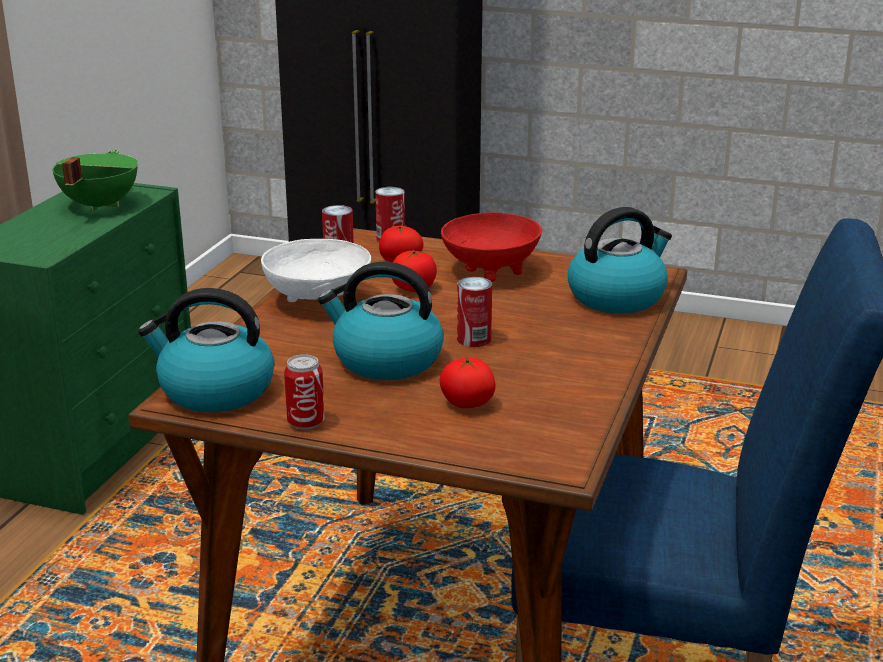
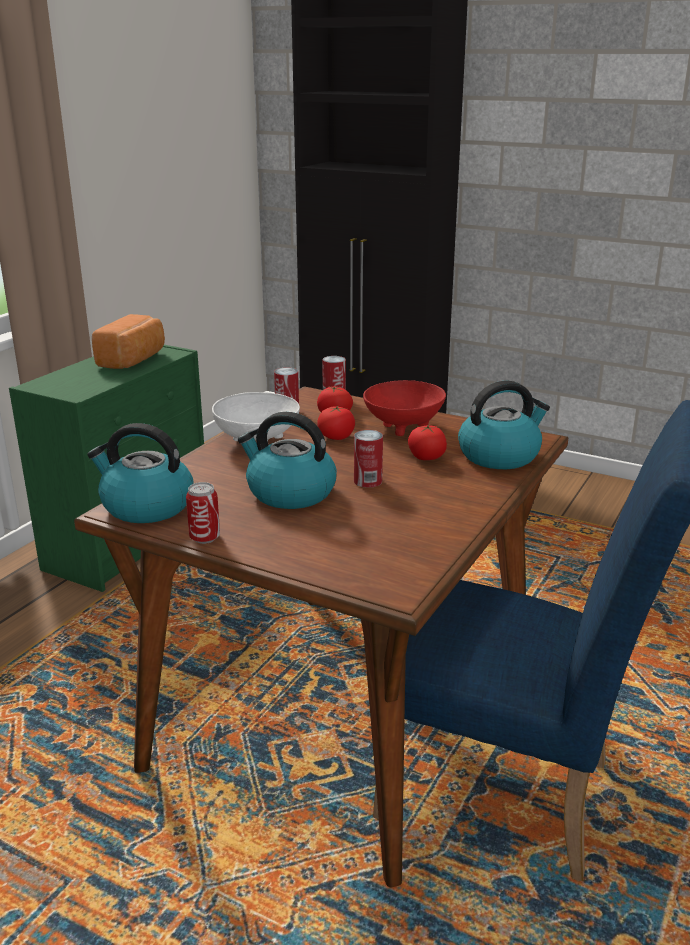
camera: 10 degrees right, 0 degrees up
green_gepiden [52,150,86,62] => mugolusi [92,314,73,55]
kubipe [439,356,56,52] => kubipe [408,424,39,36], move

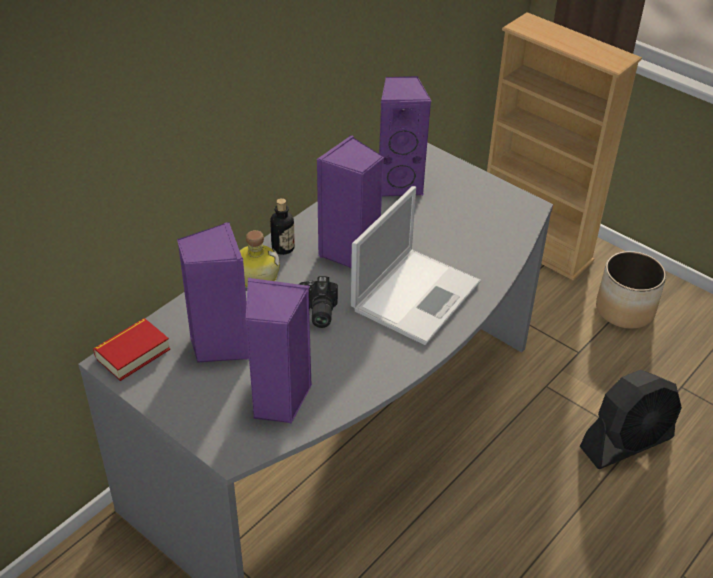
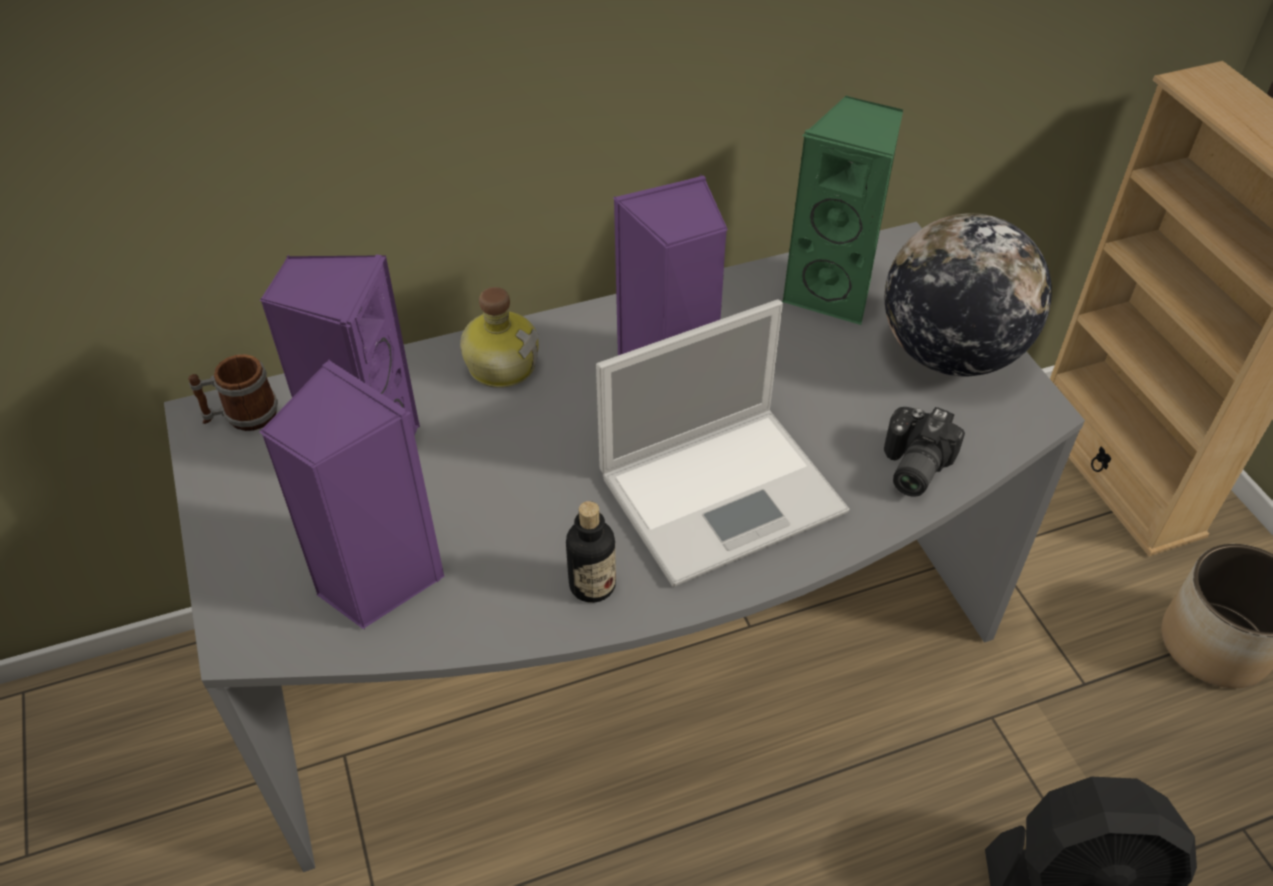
camera: 30 degrees right, 5 degrees up
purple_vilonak [379,76,52,121] => green_vilonak [782,96,121,229]
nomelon [270,198,25,57] => nomelon [566,501,50,102], move
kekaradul [299,276,39,52] => kekaradul [884,407,81,90], move
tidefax [93,318,77,63] => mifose [188,354,90,77]
nothing => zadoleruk [885,213,167,163]

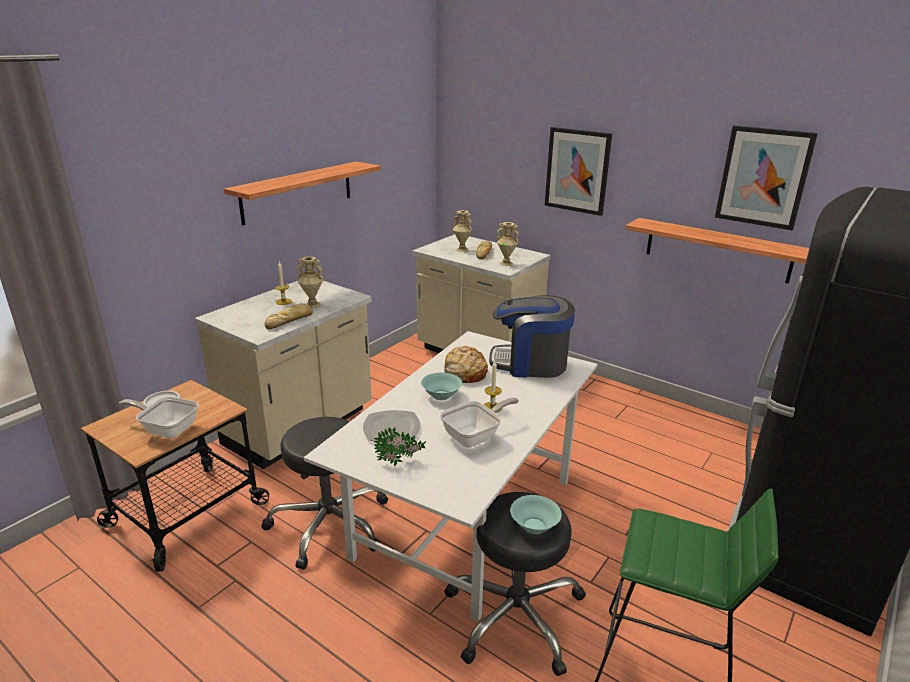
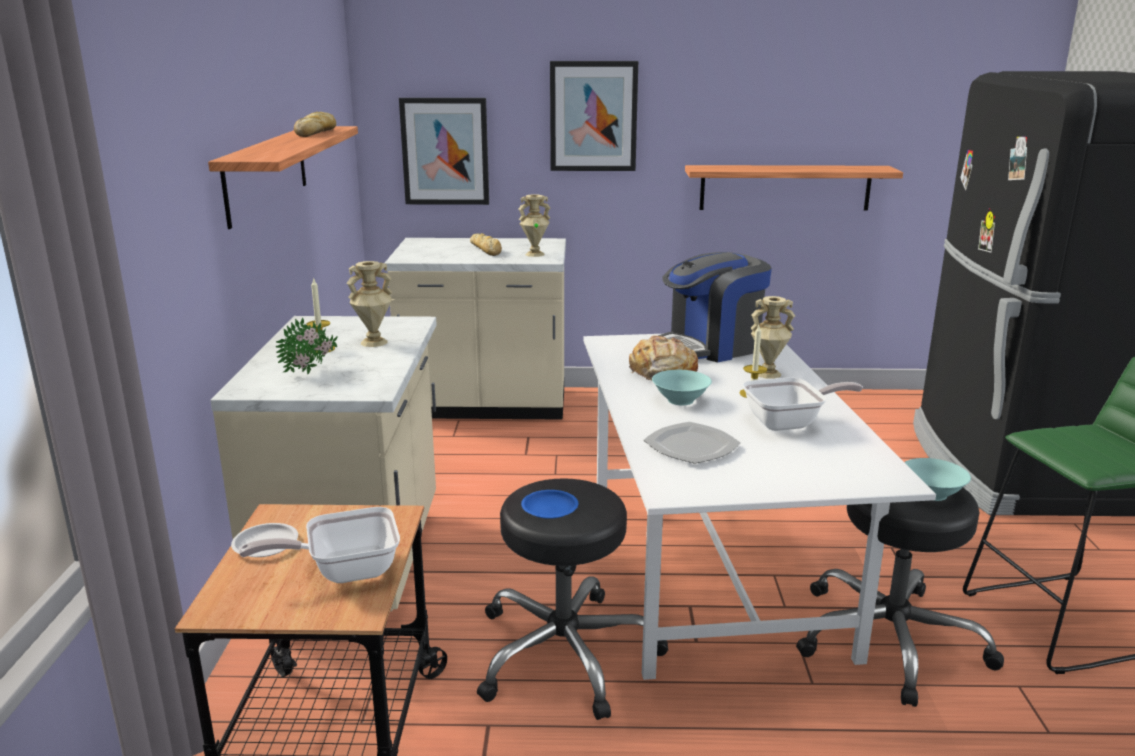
camera: 35 degrees left, 5 degrees down
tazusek [715,125,103,105] => tazusek [399,98,90,107], move
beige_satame [453,210,20,42] => beige_satame [751,296,44,83], move
mugolusi [264,303,49,26] => mugolusi [294,112,42,25], move
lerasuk [440,398,79,50] => lerasuk [743,377,120,54], 60 degrees clockwise
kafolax [374,427,52,39] => kafolax [276,318,62,56], move
nothing => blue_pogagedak [521,490,57,29]

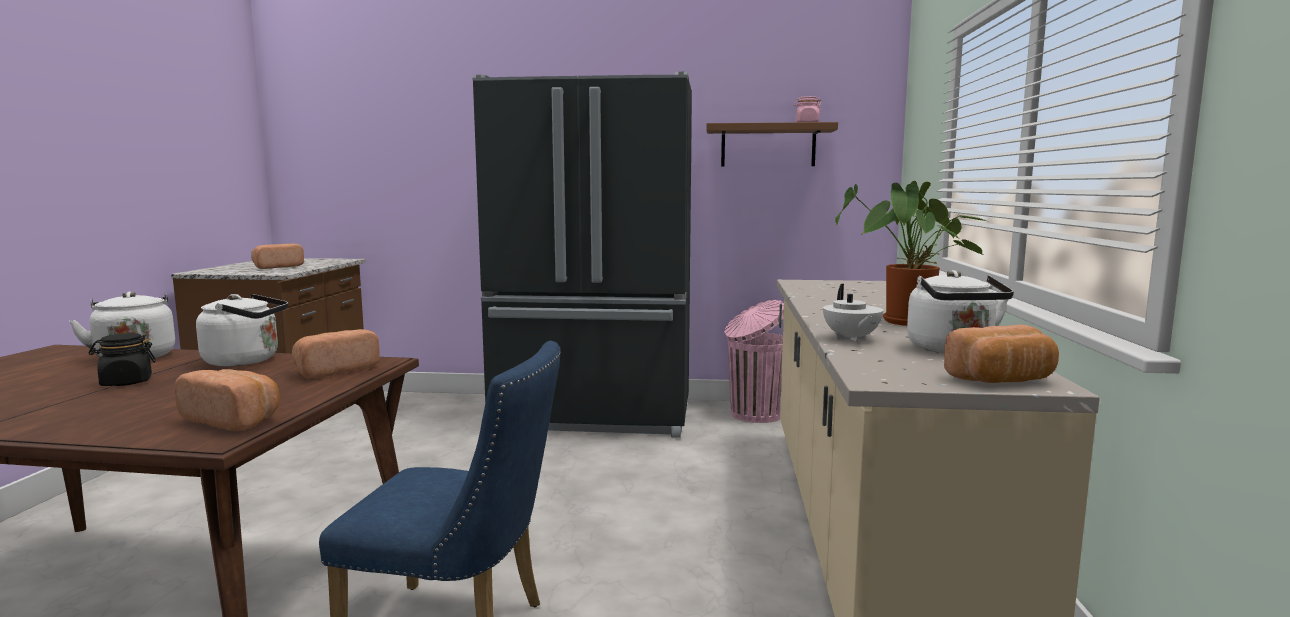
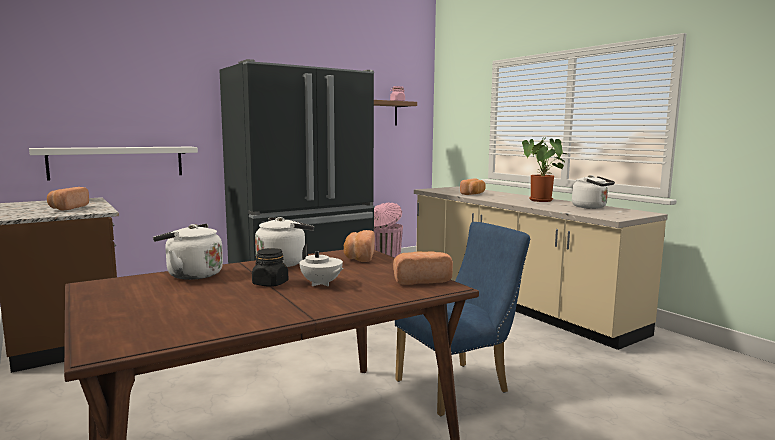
camera: 40 degrees left, 0 degrees up
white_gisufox [823,284,60,58] => white_gisufox [299,243,45,43], move
mugolusi [944,325,115,58] => mugolusi [460,179,26,16], move
nothing => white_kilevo [29,147,169,34]

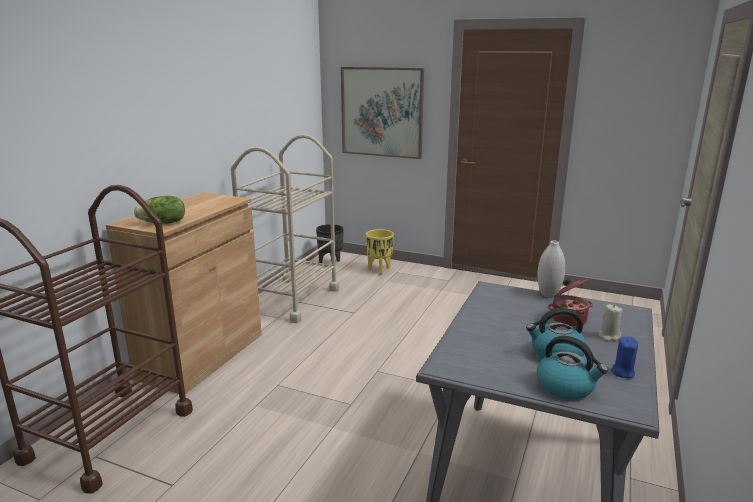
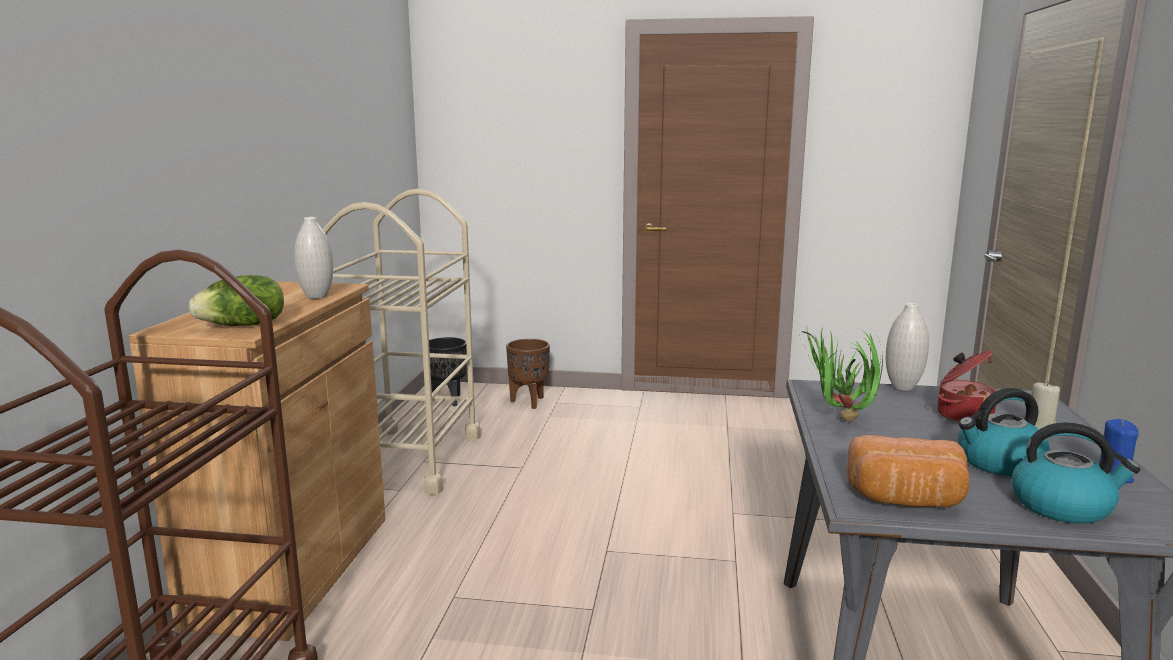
camera: 15 degrees left, 5 degrees down
tazusek [341,67,83,92] => nothing
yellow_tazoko [366,229,28,46] => brown_tazoko [506,339,44,70]
nothing => white_satame [294,217,39,82]
nothing => kafolax [799,327,84,95]
nothing => mugolusi [847,435,123,73]

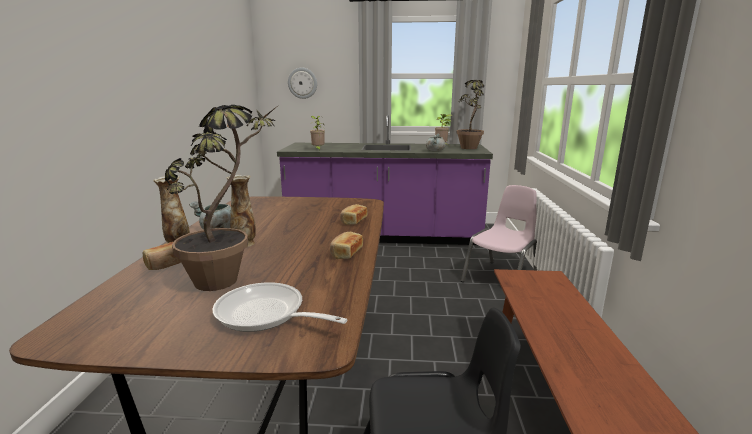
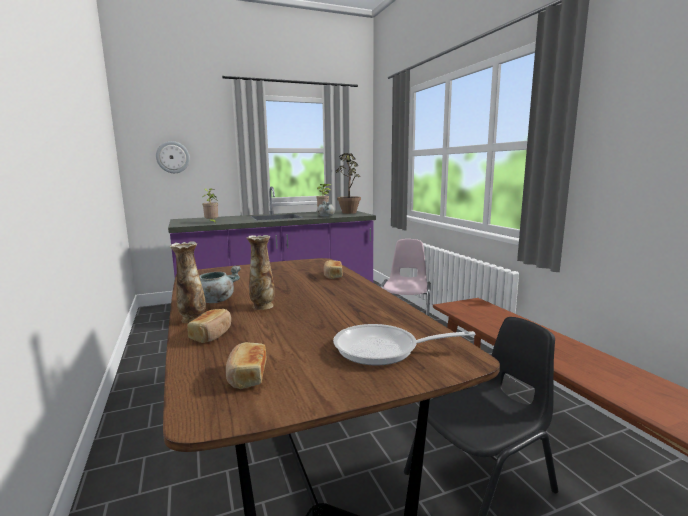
camera: 25 degrees left, 5 degrees down
kafolax [165,104,115,187] => nothing
mugolusi [330,232,33,27] => mugolusi [226,342,40,47], move

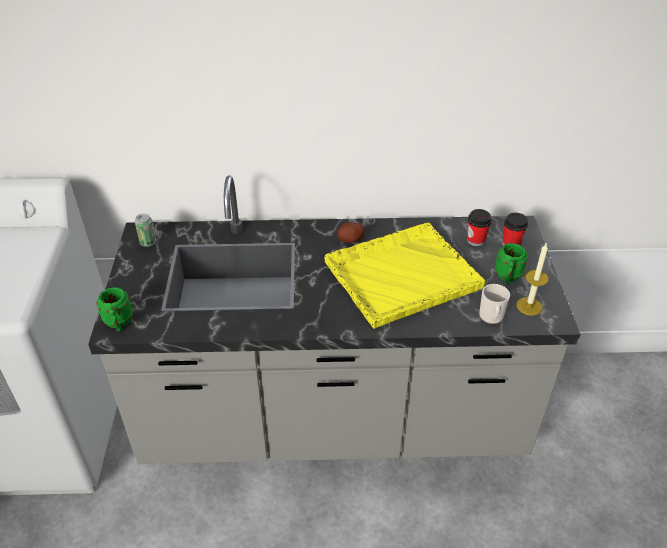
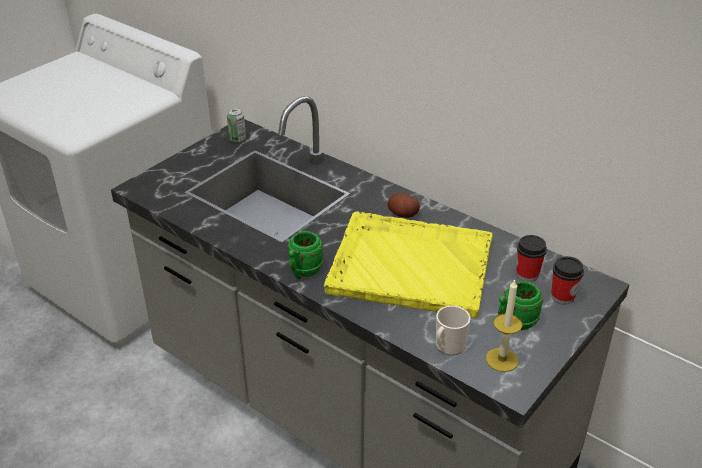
camera: 40 degrees right, 5 degrees down
green_mifose [96,287,38,44] => green_mifose [287,231,36,48], move

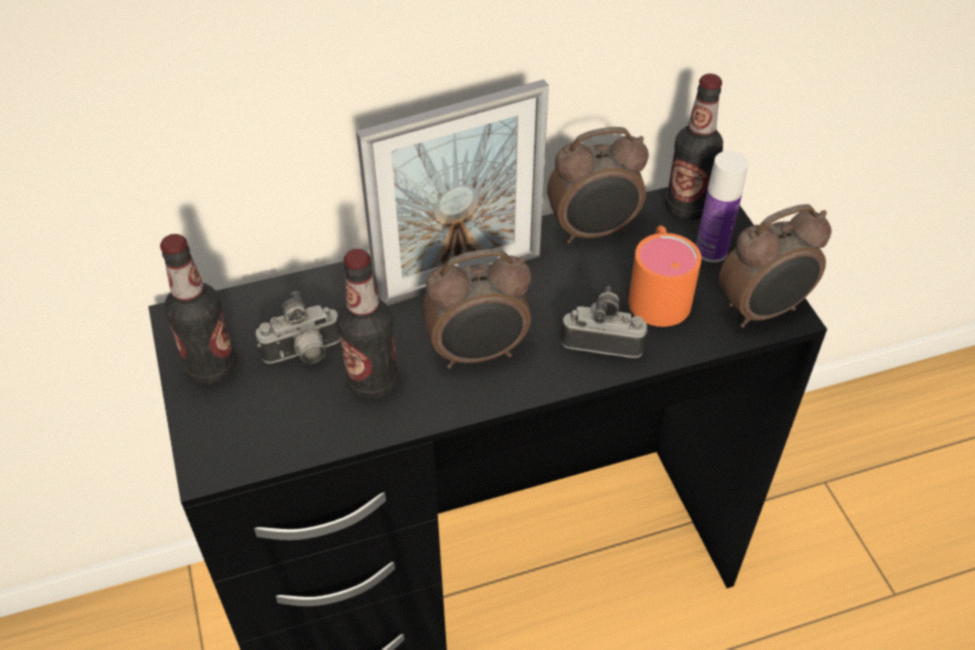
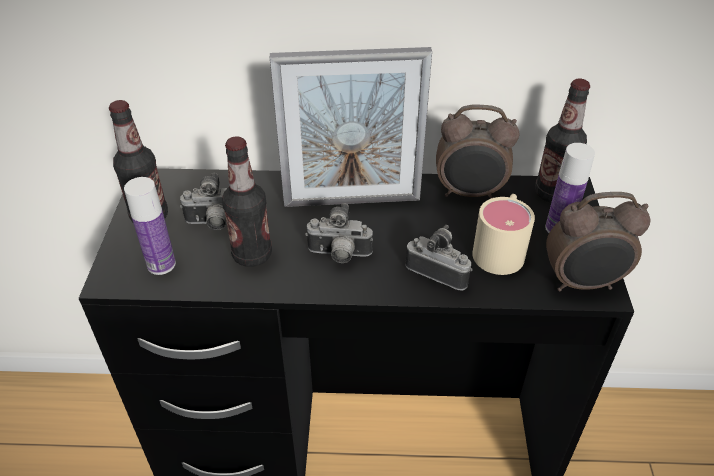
camera: 20 degrees right, 5 degrees down
orange_mifose [628,226,74,101] => beige_mifose [472,194,63,81]
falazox [423,249,108,119] => kekaradul [305,203,68,60]
nothing => nomelon [124,177,52,98]

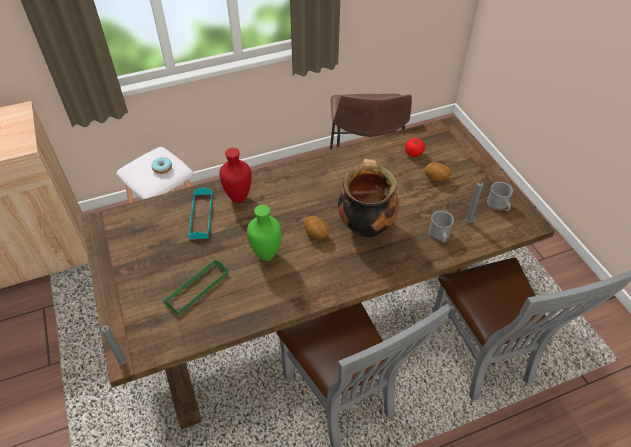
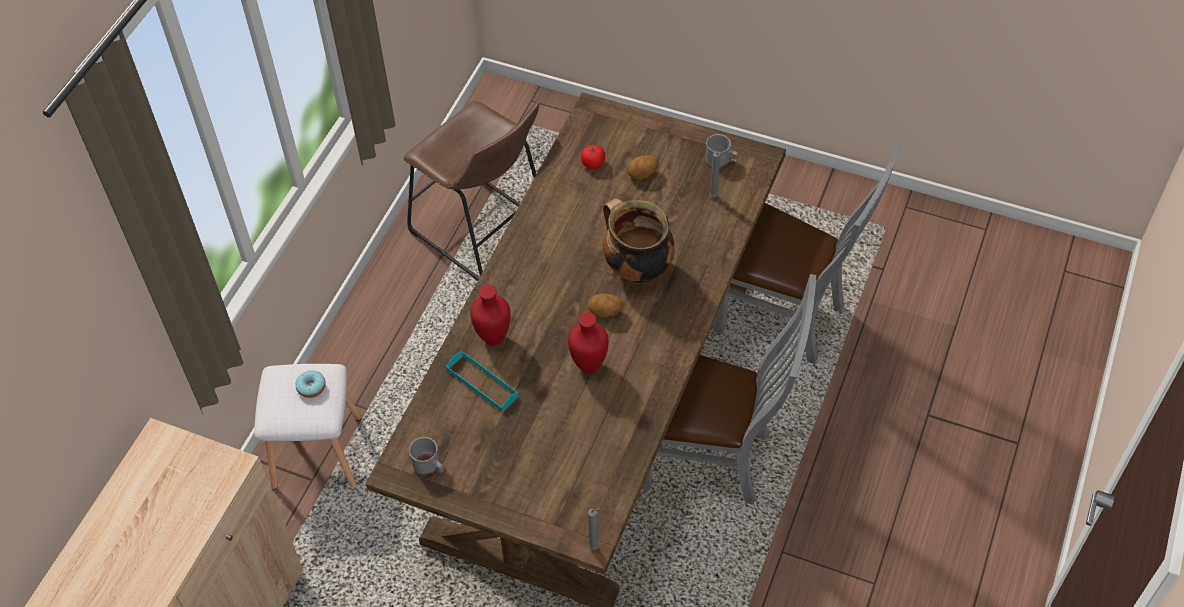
camera: 45 degrees left, 5 degrees up
green_satame [247,205,35,56] => red_satame [568,312,41,61]
grey_mifose [429,211,25,31] => grey_mifose [409,437,35,38], move
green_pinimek [163,259,66,57] => nothing

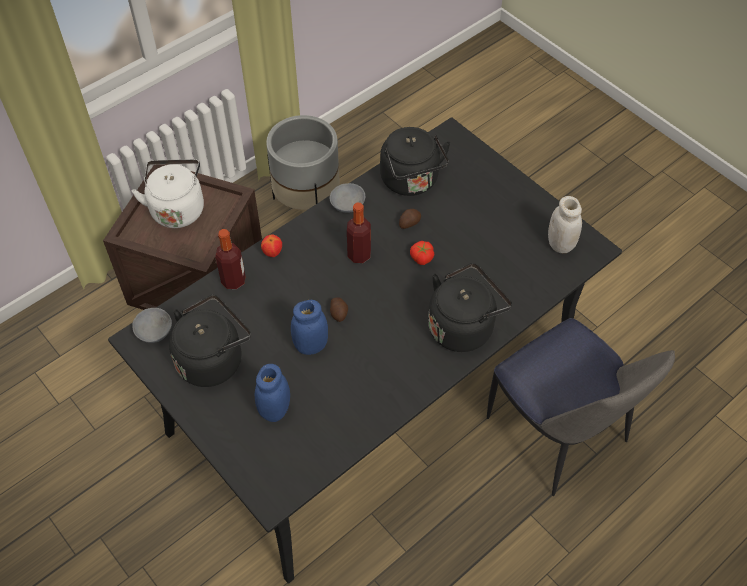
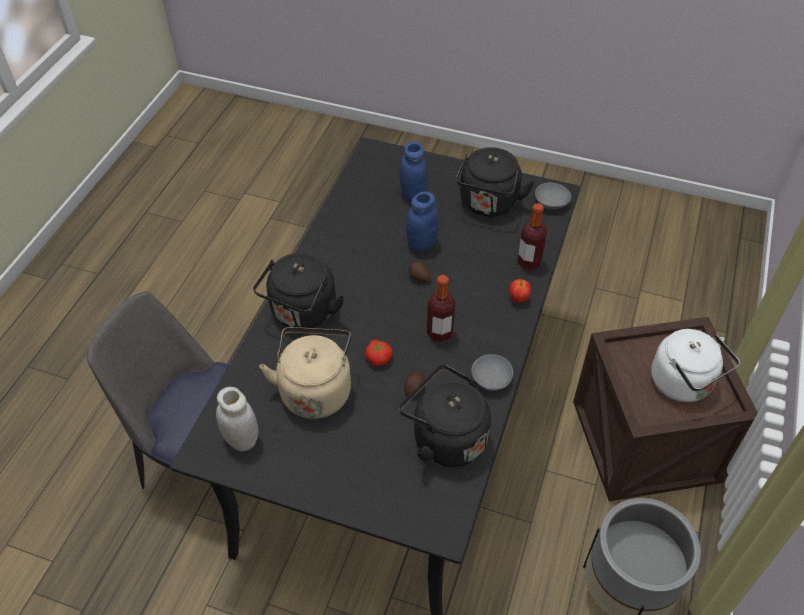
camera: 150 degrees right, 5 degrees down
nothing => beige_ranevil [259,327,92,92]

